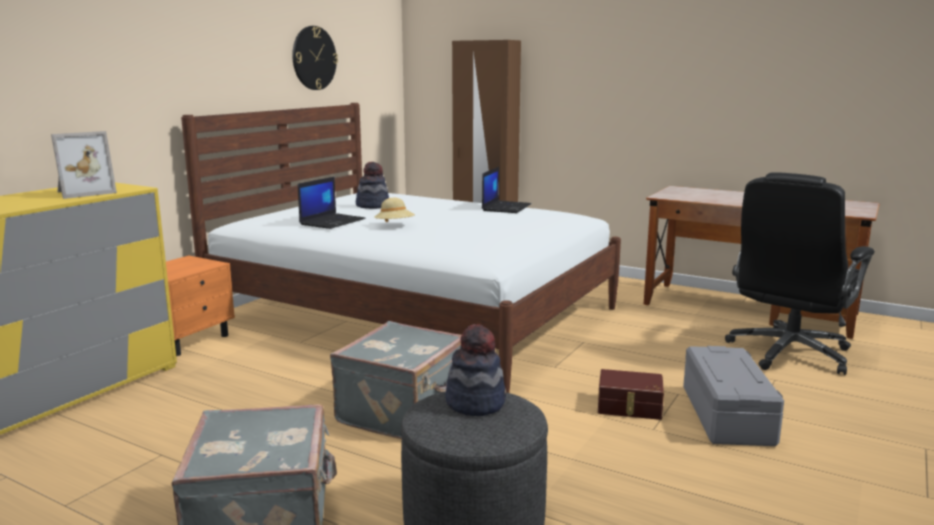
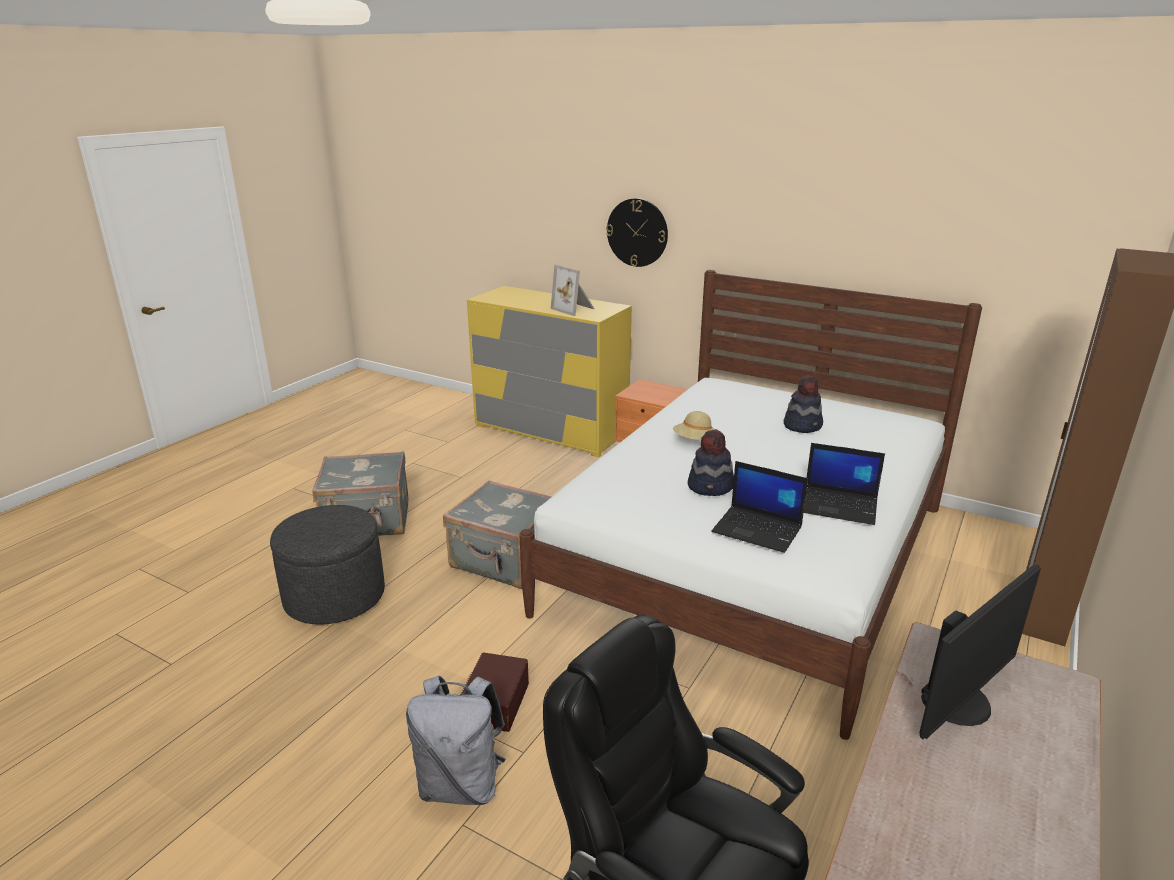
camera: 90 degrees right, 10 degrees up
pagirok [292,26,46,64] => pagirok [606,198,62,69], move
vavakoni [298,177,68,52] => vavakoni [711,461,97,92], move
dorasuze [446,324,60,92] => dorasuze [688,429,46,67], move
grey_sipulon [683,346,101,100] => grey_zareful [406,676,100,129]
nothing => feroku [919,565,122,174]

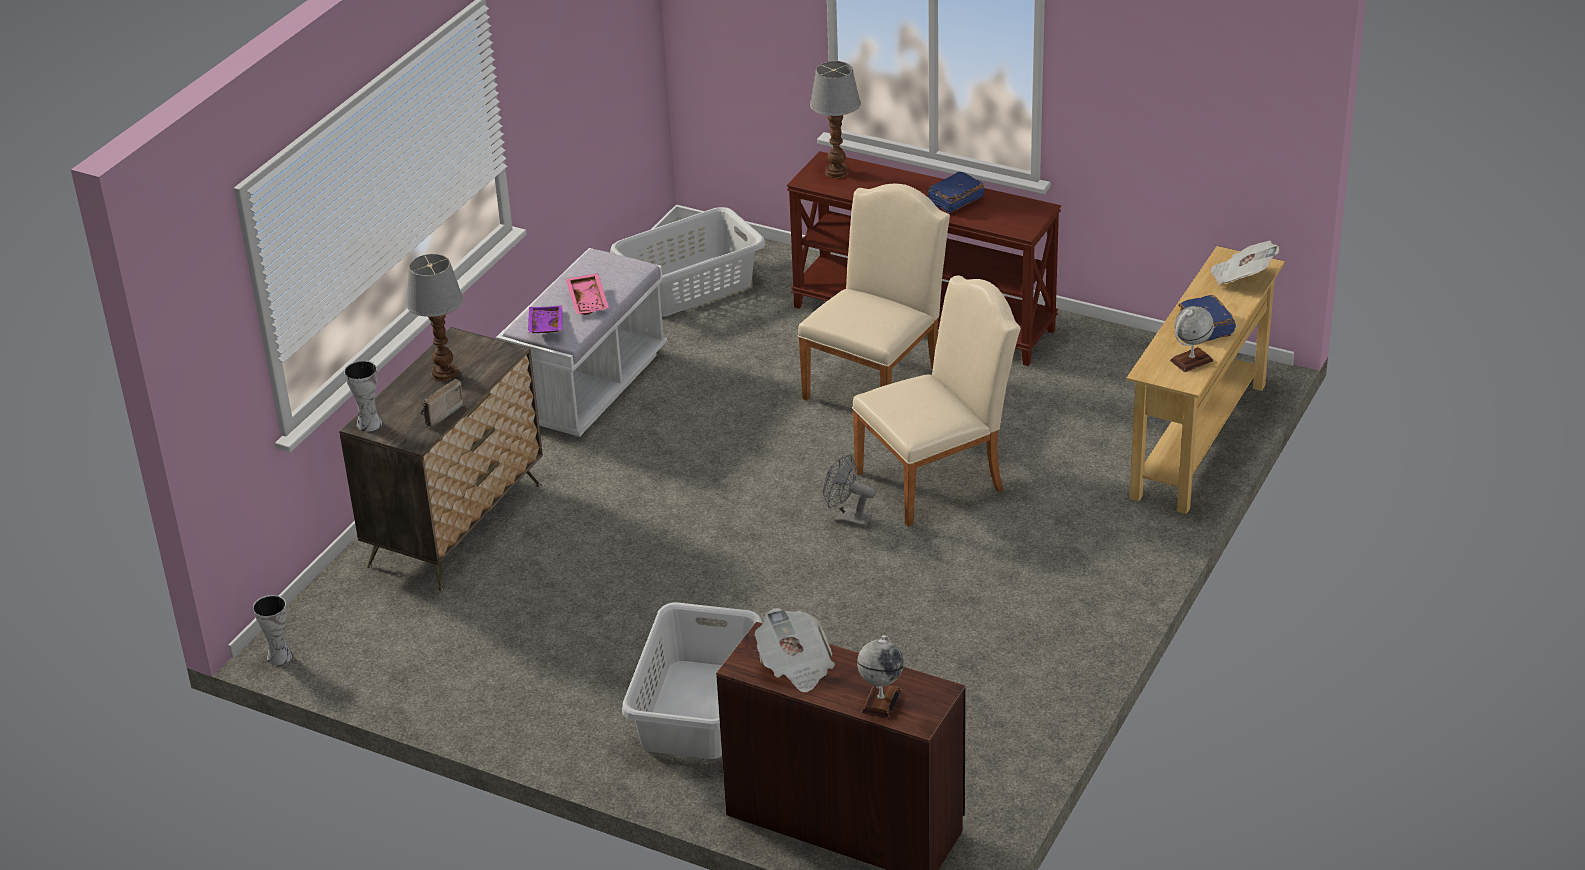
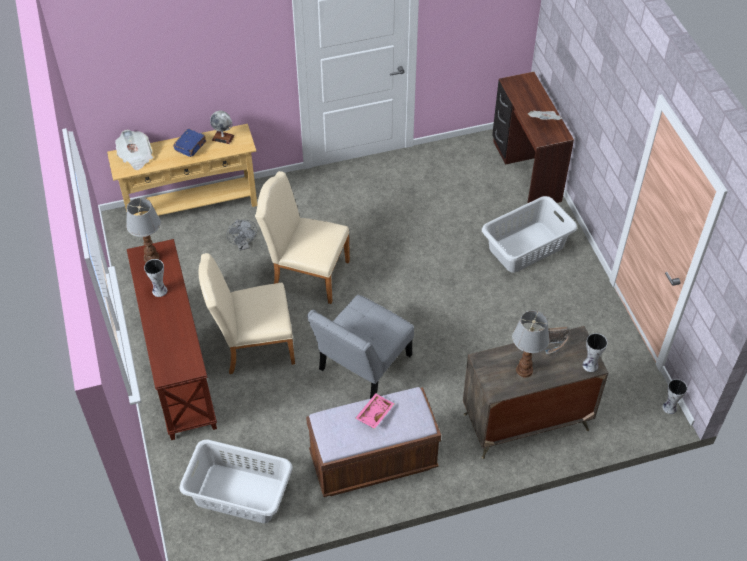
camera: 135 degrees left, 15 degrees up
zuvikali [810,61,51,117] => zuvikali [126,198,35,64], move
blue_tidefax [927,172,57,42] => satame [144,259,23,38]
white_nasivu [496,248,171,189] => brown_nasivu [306,387,135,110]
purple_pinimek [528,305,35,28] => nothing
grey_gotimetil [823,454,53,74] => grey_gotimetil [227,219,30,32], move
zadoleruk [857,635,47,83] => nothing
nothing => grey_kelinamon [307,295,107,104]

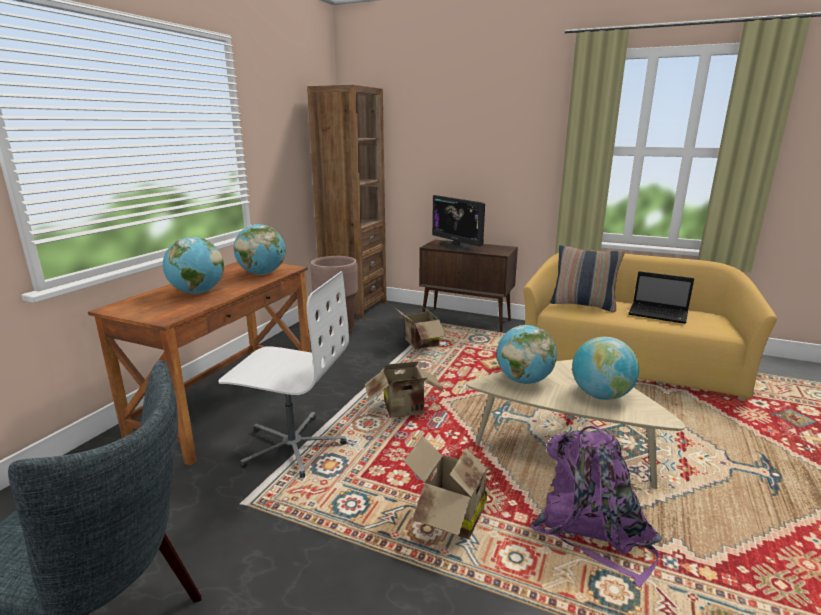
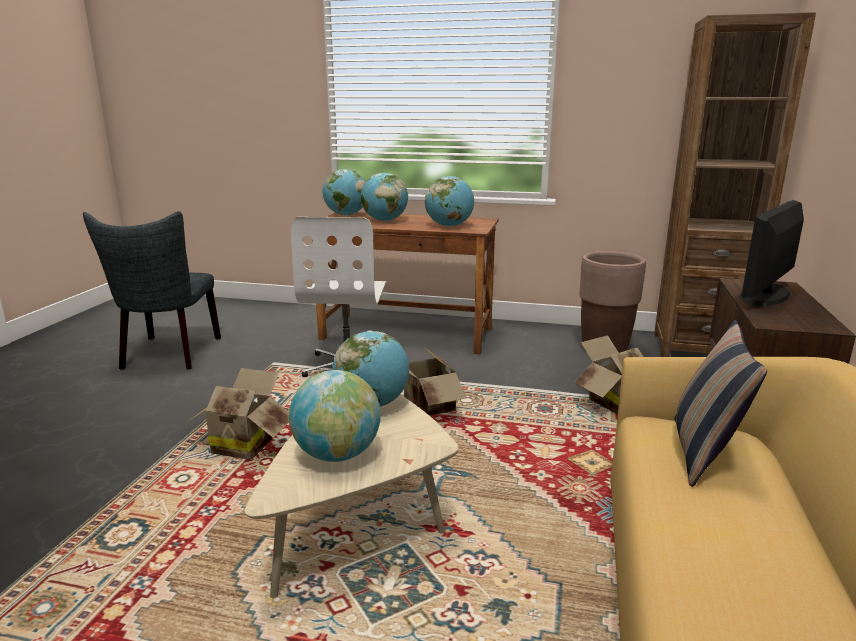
camera: 80 degrees right, 0 degrees up
vavakoni [629,271,65,53] => nothing
purple_zareful [530,426,132,162] => nothing
nothing => zadoleruk [323,169,42,47]

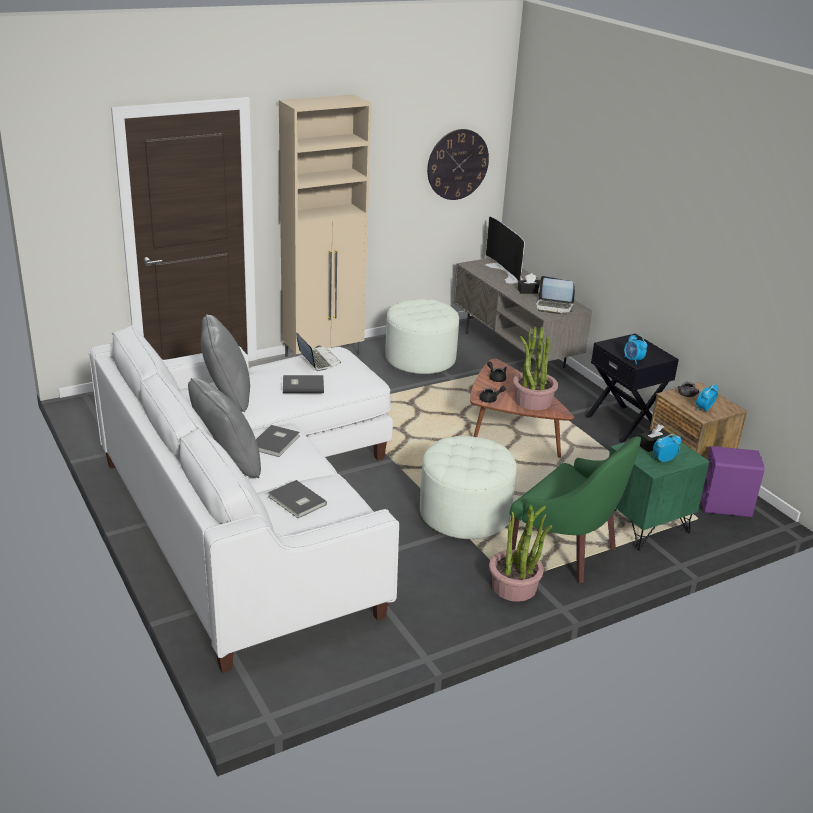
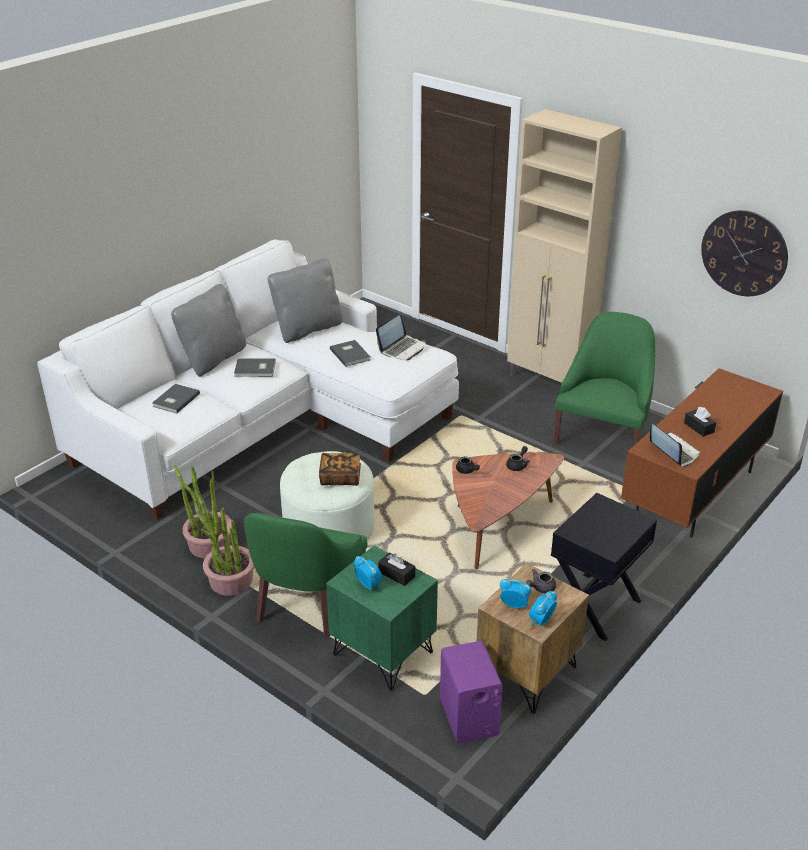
camera: 70 degrees right, 5 degrees up
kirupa [485,216,40,68] => nothing
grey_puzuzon [454,258,138,110] => brown_puzuzon [621,368,162,169]
vavakoni [536,276,39,38] => vavakoni [650,424,50,43], 150 degrees clockwise
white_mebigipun [385,299,74,75] => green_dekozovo [554,312,101,135]
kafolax [513,327,45,83] => kafolax [174,465,58,93], move
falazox [624,334,23,30] => falazox [529,591,28,35], move
nothing => tidefax [319,453,42,33]

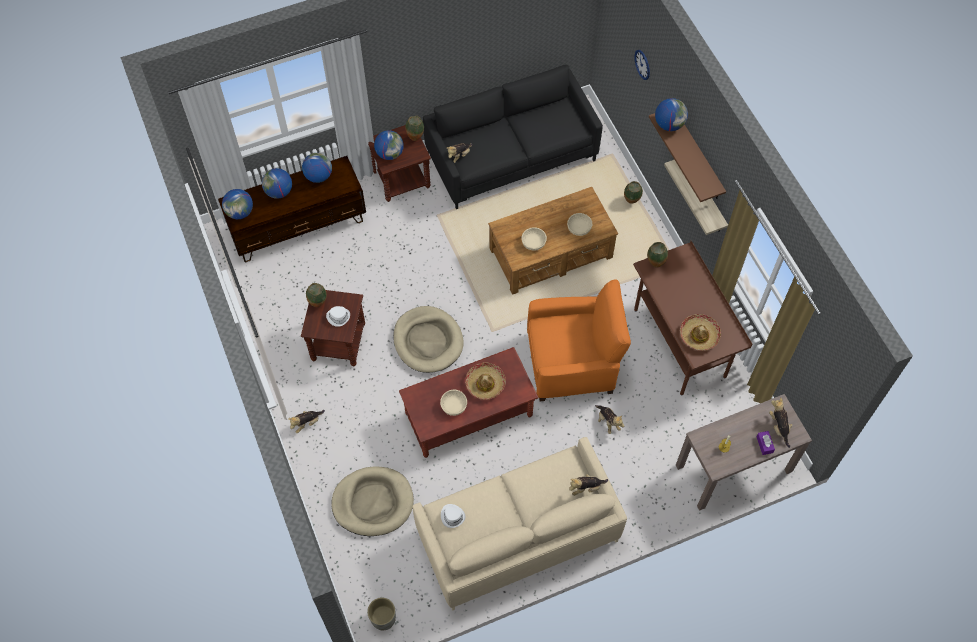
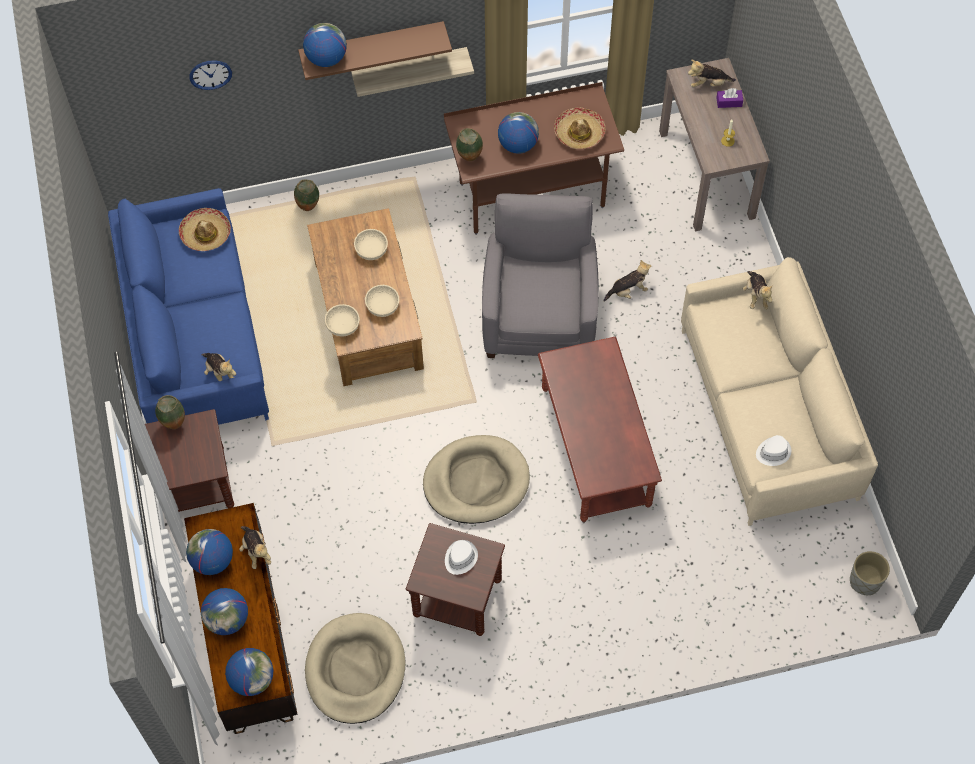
camera: 80 degrees left, 0 degrees up
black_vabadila [423,65,180,144] => blue_vabadila [108,188,161,237]
zadoleruk [374,130,30,30] => zadoleruk [498,112,41,42], move
orange_dekozovo [527,279,104,123] => grey_dekozovo [482,193,116,165]
satame [306,283,21,24] => nothing
dorasuze [465,362,41,38] => dorasuze [179,208,52,43], move
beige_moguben [440,390,27,26] => beige_moguben [325,304,35,32], move
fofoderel [288,410,37,23] => fofoderel [239,526,32,43], move
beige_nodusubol [332,466,82,70] => beige_nodusubol [305,613,100,111], move

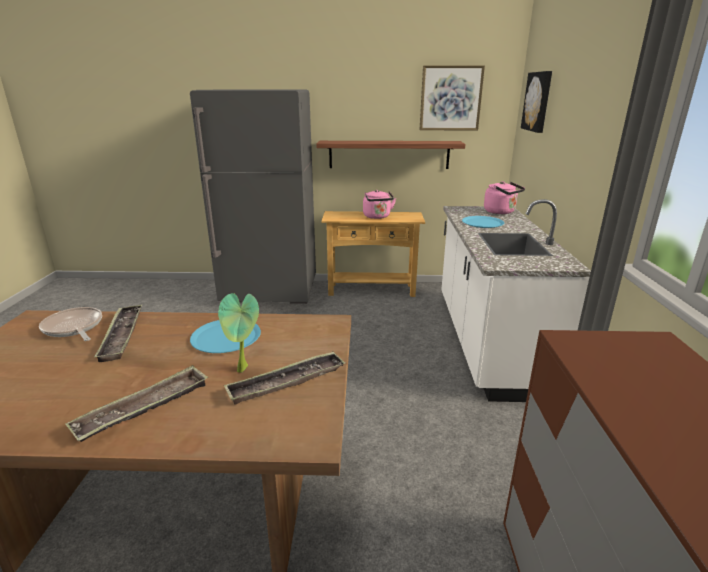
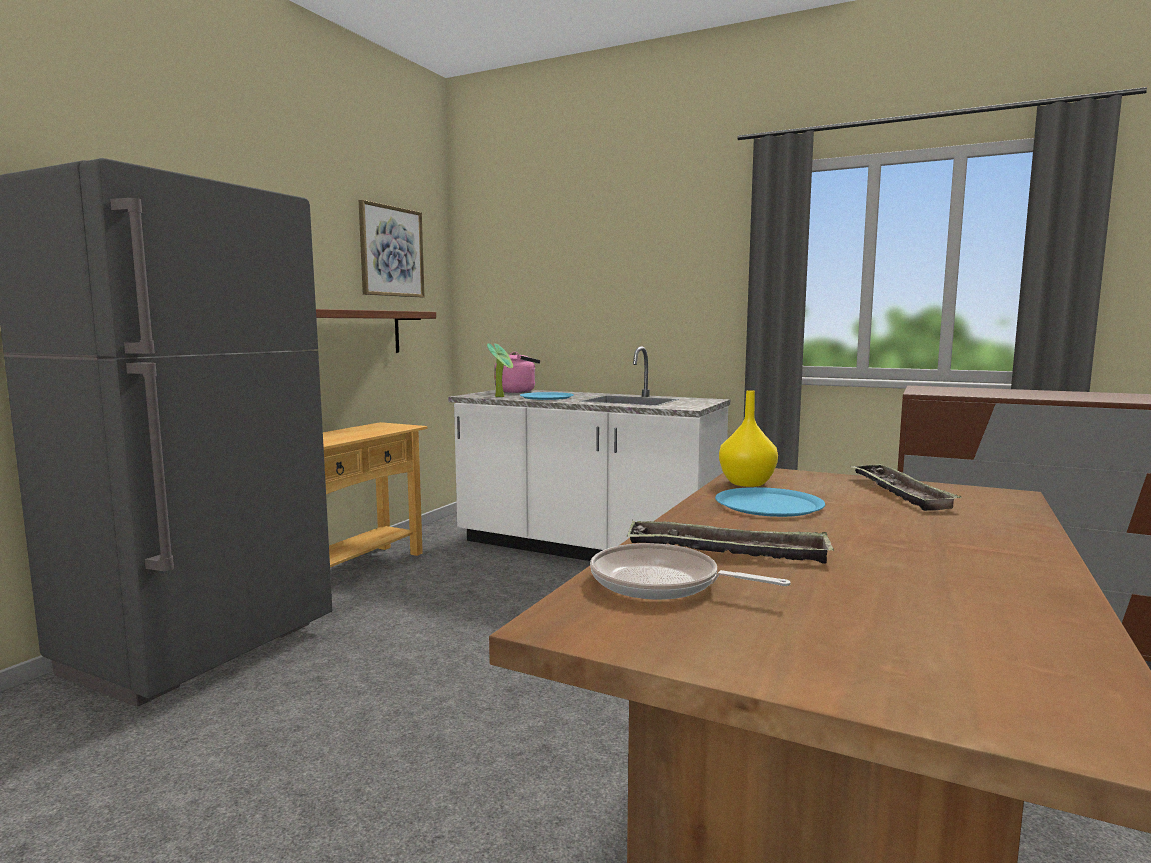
camera: 65 degrees left, 15 degrees down
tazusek [521,71,31,62] => nothing
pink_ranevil [363,190,33,29] => nothing
kafolax [218,293,41,80] => kafolax [487,343,26,54], move
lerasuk [39,307,63,34] => lerasuk [590,543,201,57], 45 degrees clockwise
pinimek [65,365,143,77] => nothing
nothing => yellow_satame [719,390,59,97]

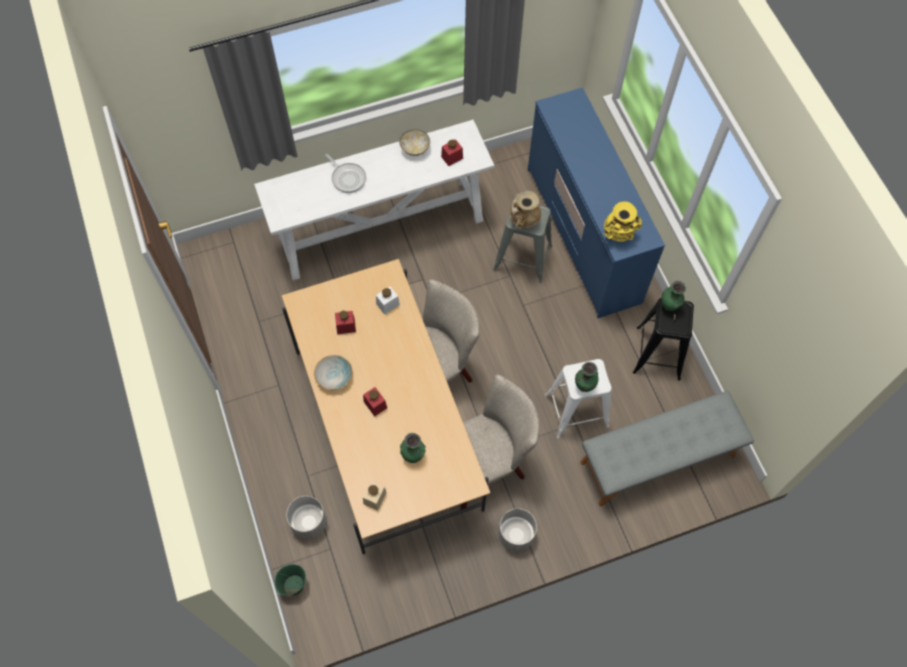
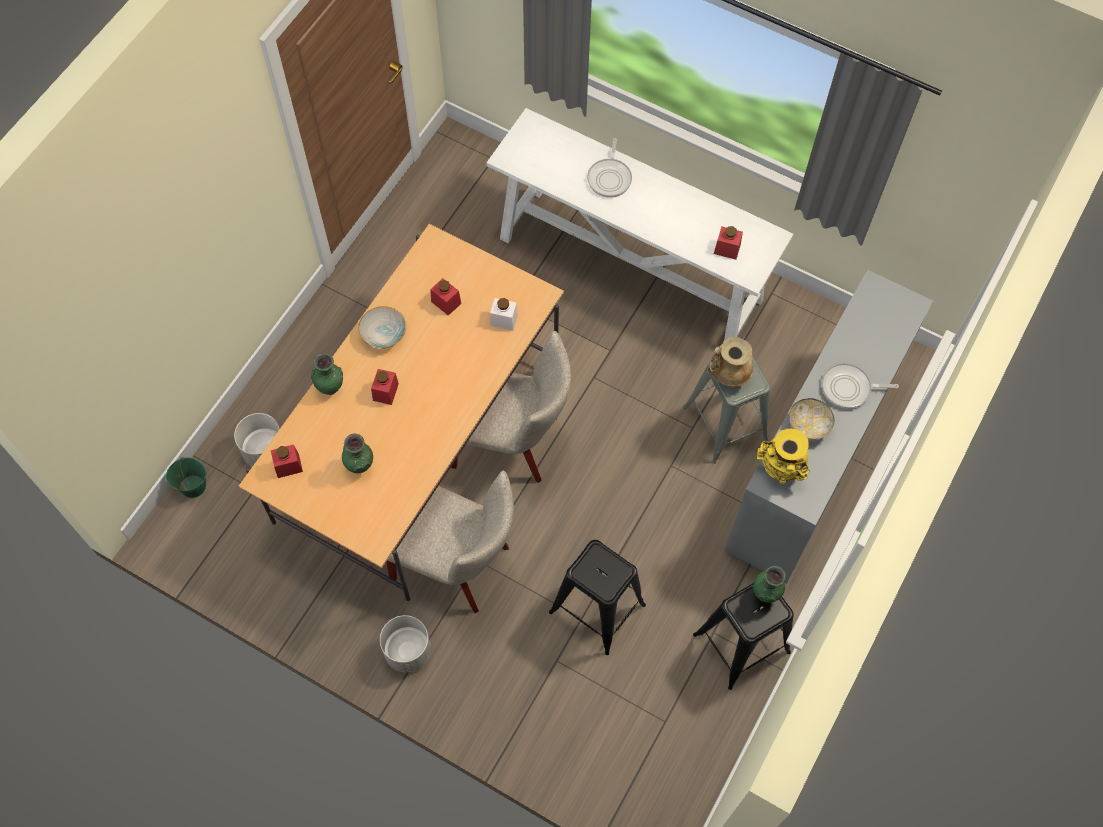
camera: 50 degrees right, 0 degrees up
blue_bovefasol [528,87,137,231] => grey_bovefasol [725,270,208,313]
moguben [399,129,31,27] => moguben [789,398,46,42], move
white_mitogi [545,359,67,79] => black_mitogi [549,540,97,115]
green_satame [575,362,24,30] => green_satame [311,353,32,42], move
grey_nasivu [580,391,174,115] => nothing
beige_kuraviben [363,481,24,29] => red_kuraviben [271,445,32,33]
nothing => lerasuk [822,363,77,45]

